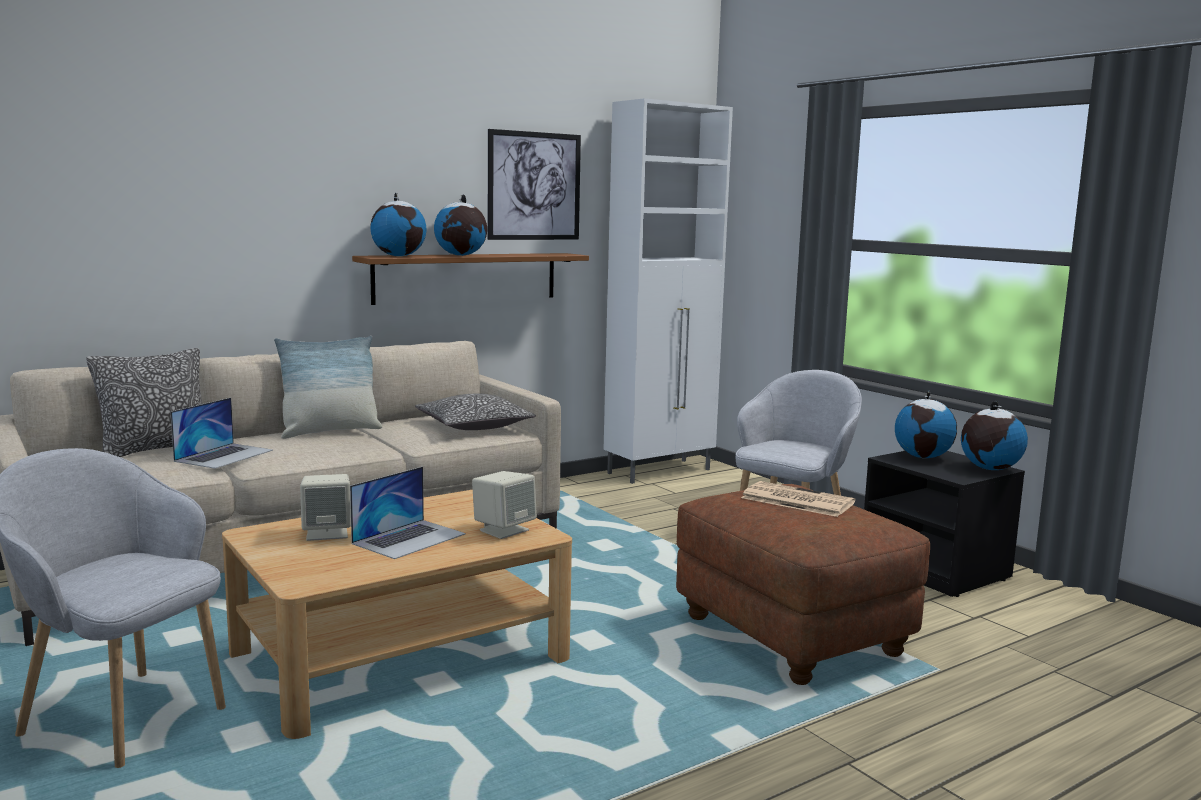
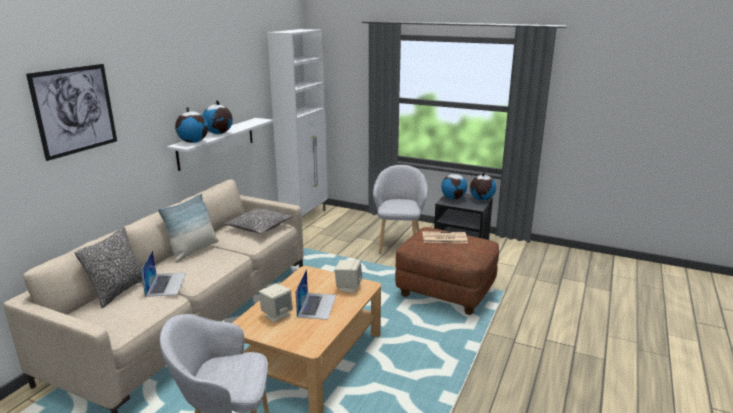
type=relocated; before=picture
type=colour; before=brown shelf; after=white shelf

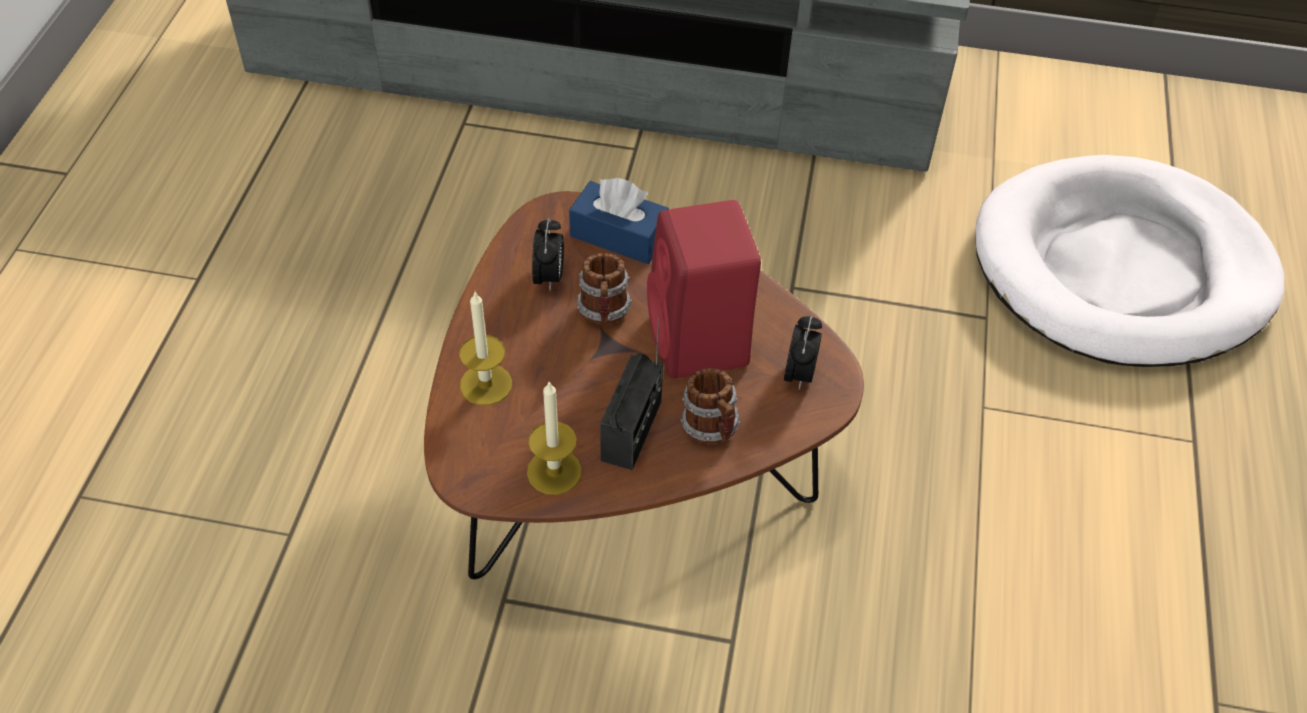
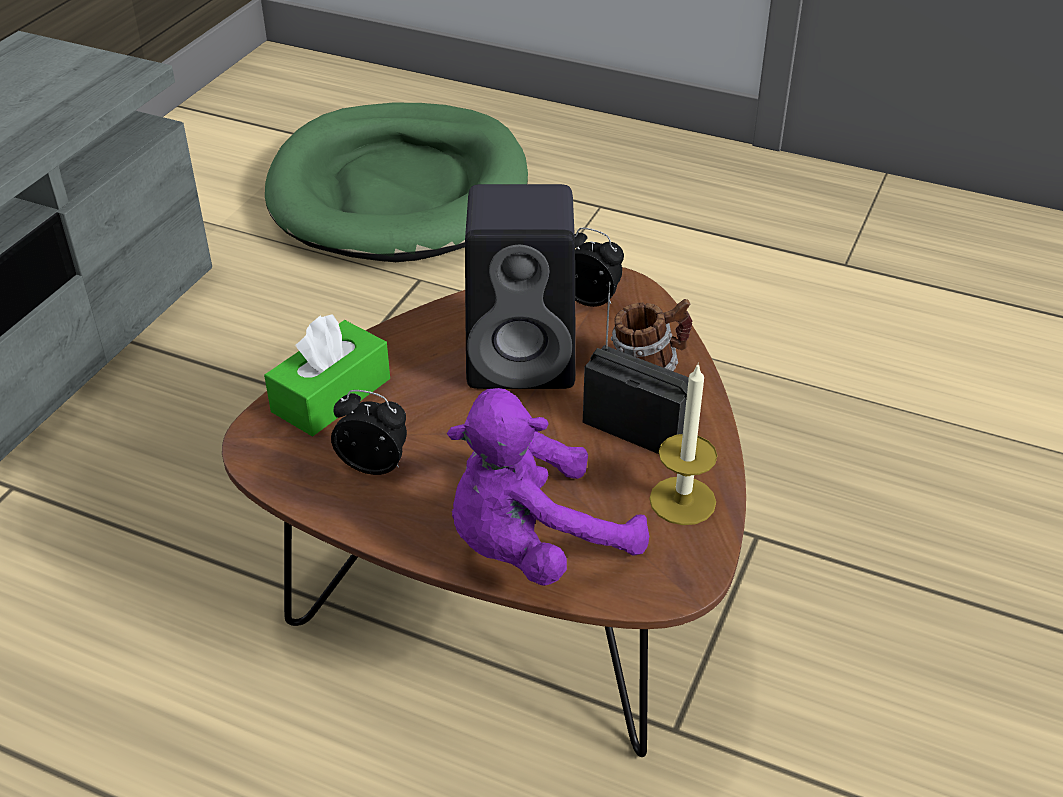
type=colour; before=white dog bed; after=green dog bed
type=colour; before=blue tissue box; after=green tissue box
type=colour; before=red speaker; after=black speaker
type=missing; before=mug (no. 1 from left)
type=exchanged; before=candle (no. 1 from left); after=purple plush toy

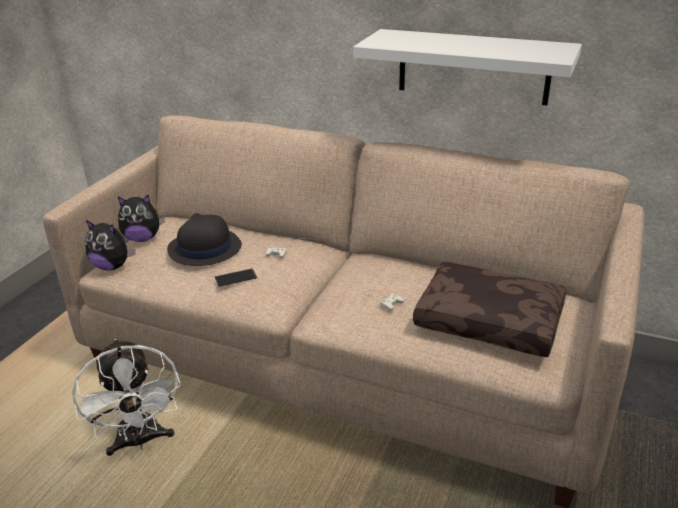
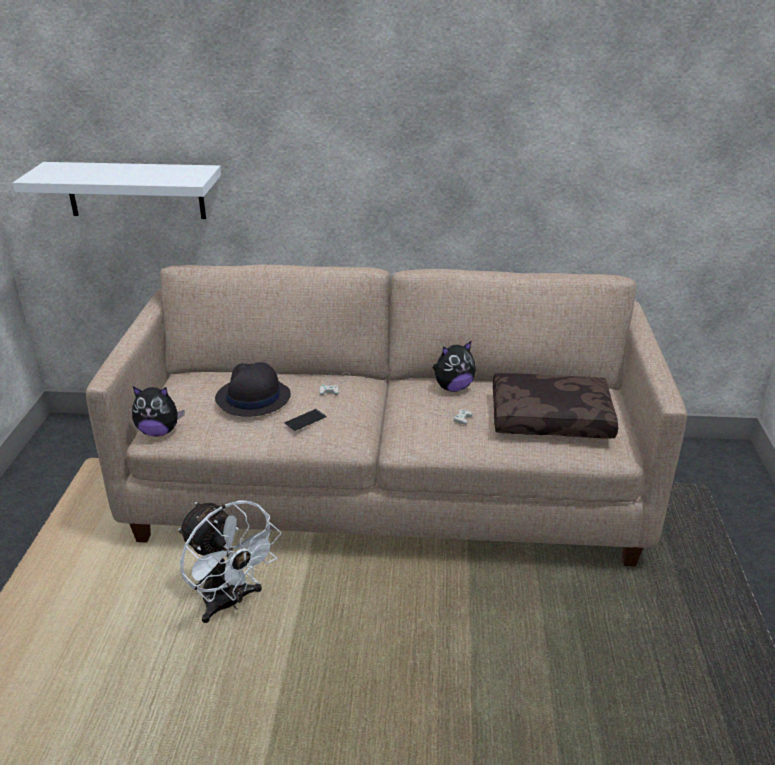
type=relocated; before=white shelf
type=relocated; before=plush toy (no. 2 from left)

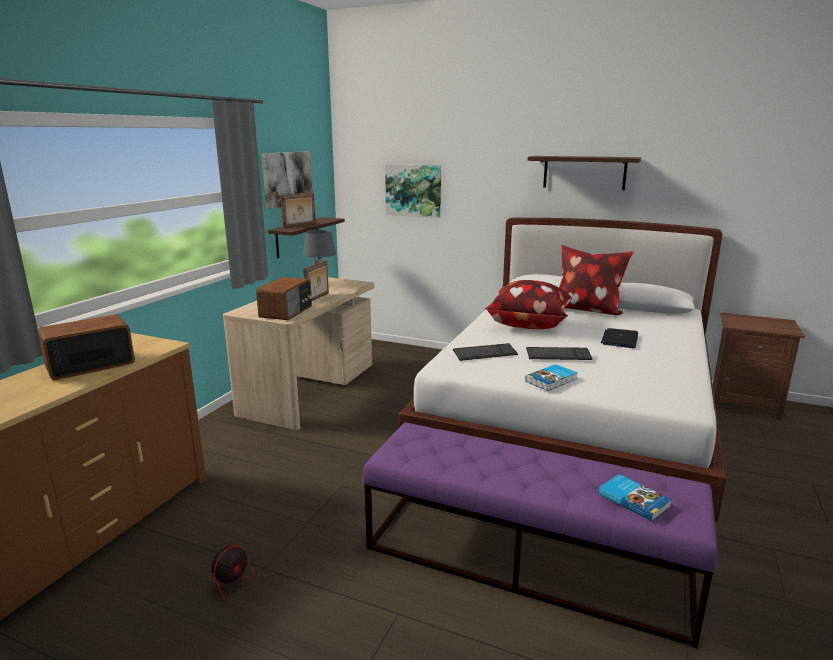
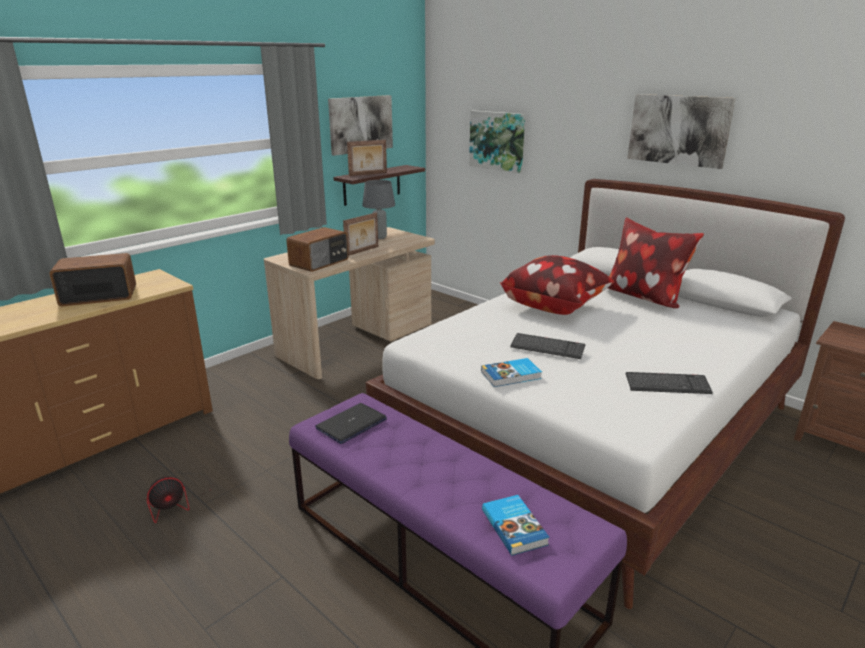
type=exchanged; before=shelf (no. 2 from left); after=picture (no. 3 from left)
type=relocated; before=laptop
type=relocated; before=keyboard (no. 1 from left in the first image); after=keyboard (no. 2 from left)

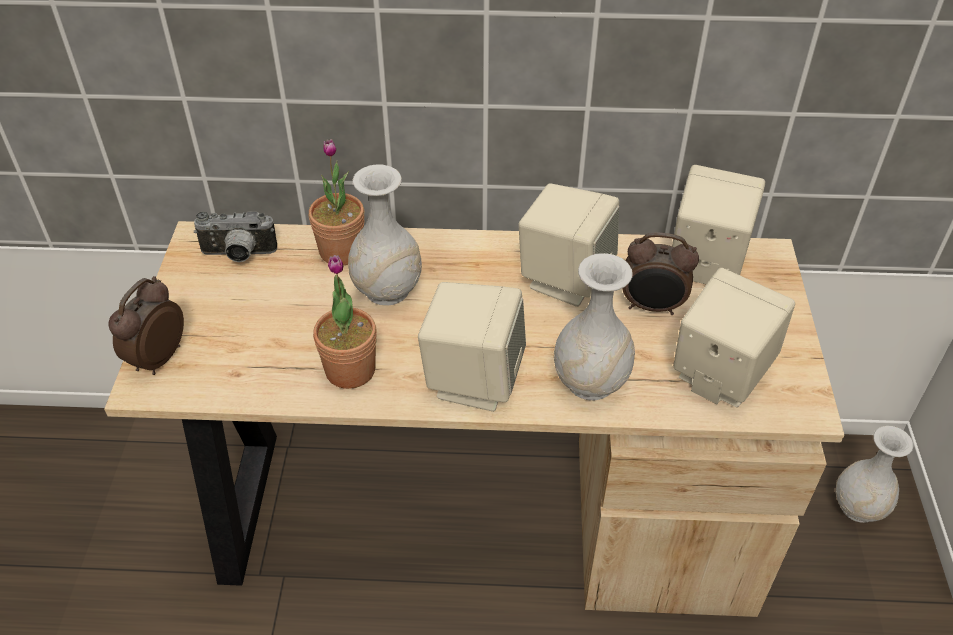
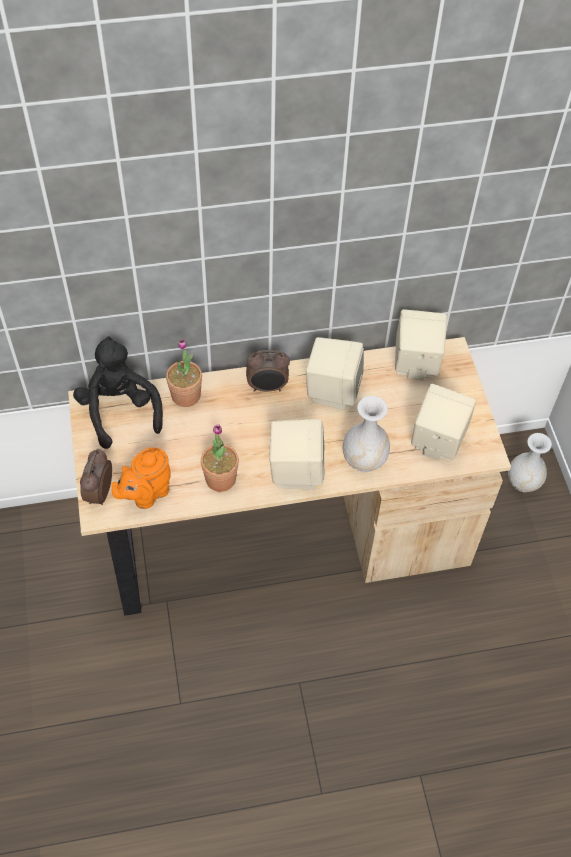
type=missing; before=white vase (no. 1 from left)
type=exchanged; before=photo camera; after=black plush toy
type=relocated; before=alarm clock (no. 2 from left)
type=appeared; after=orange teapot

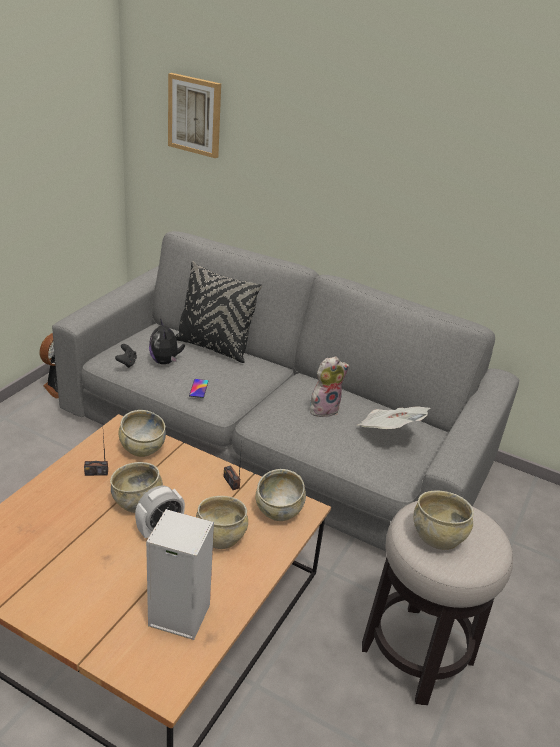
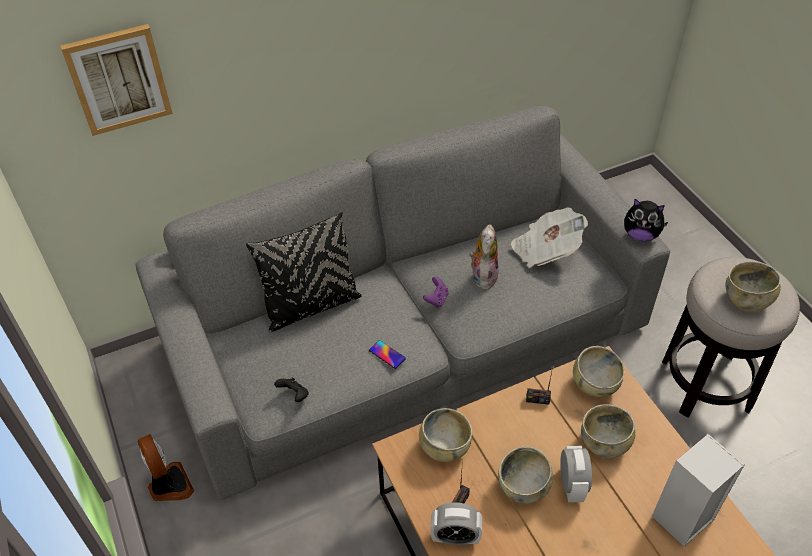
type=relocated; before=plush toy (no. 1 from left in the first image); after=plush toy (no. 2 from left)
type=appeared; after=purple game controller
type=appeared; after=alarm clock (no. 1 from left)

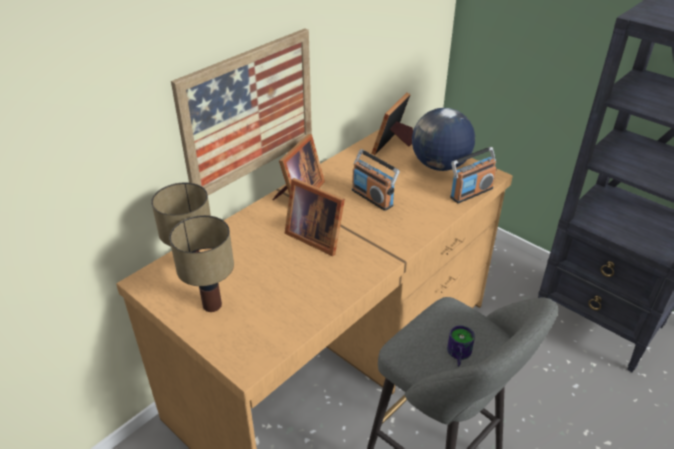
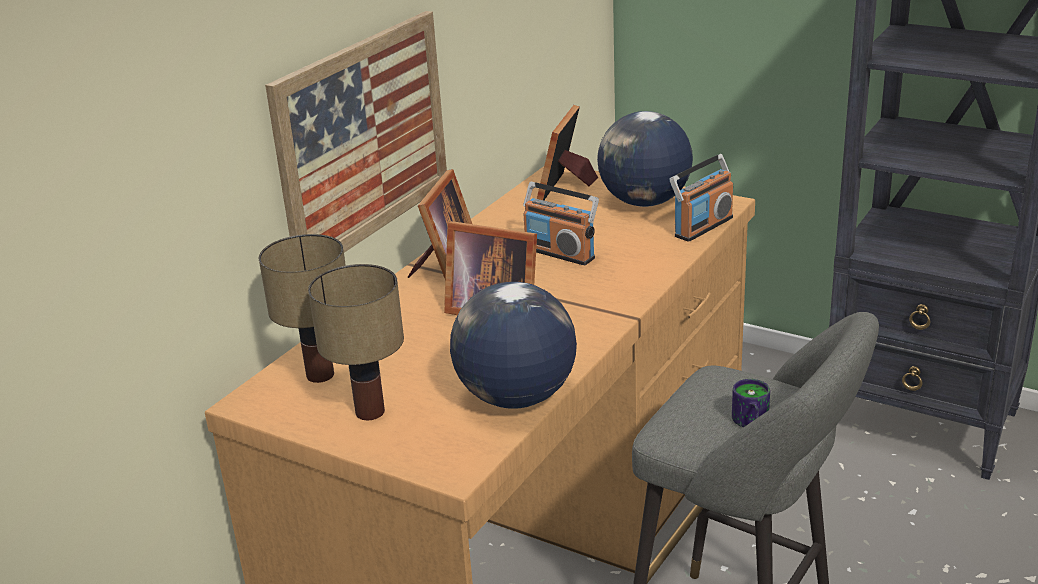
type=appeared; after=globe (no. 1 from left)

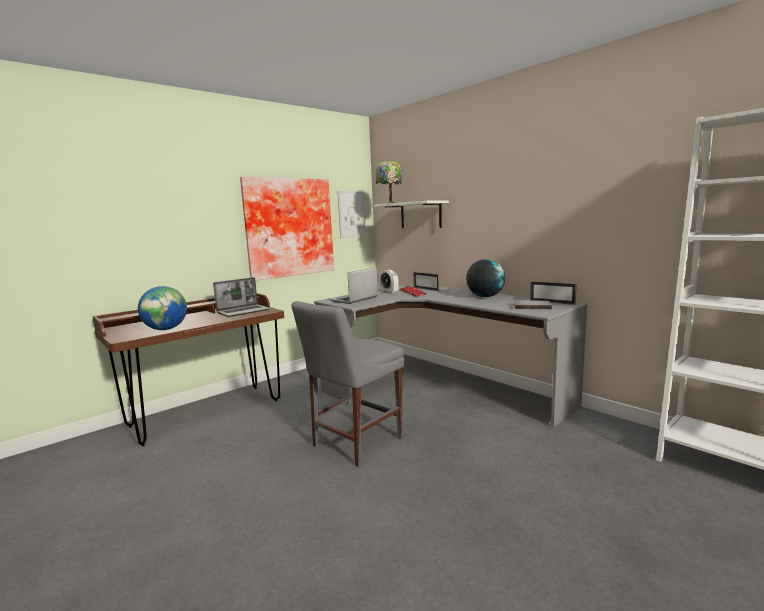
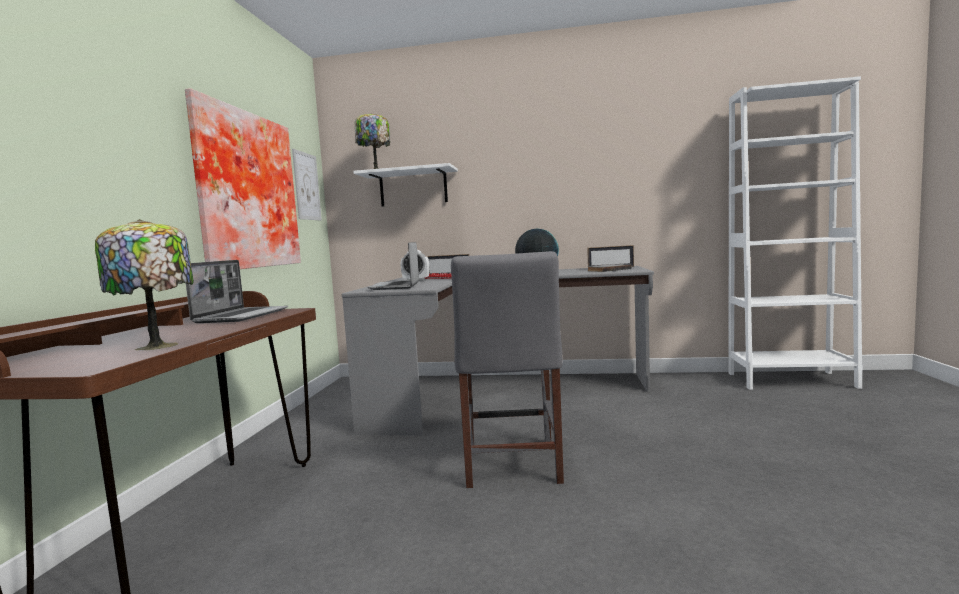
type=exchanged; before=globe (no. 1 from left); after=table lamp (no. 1 from left)

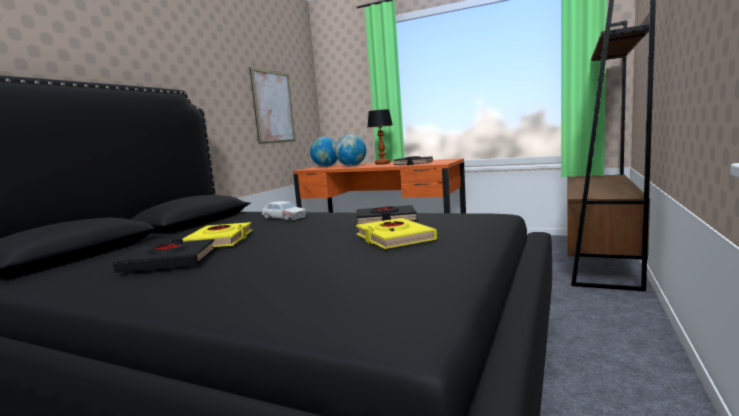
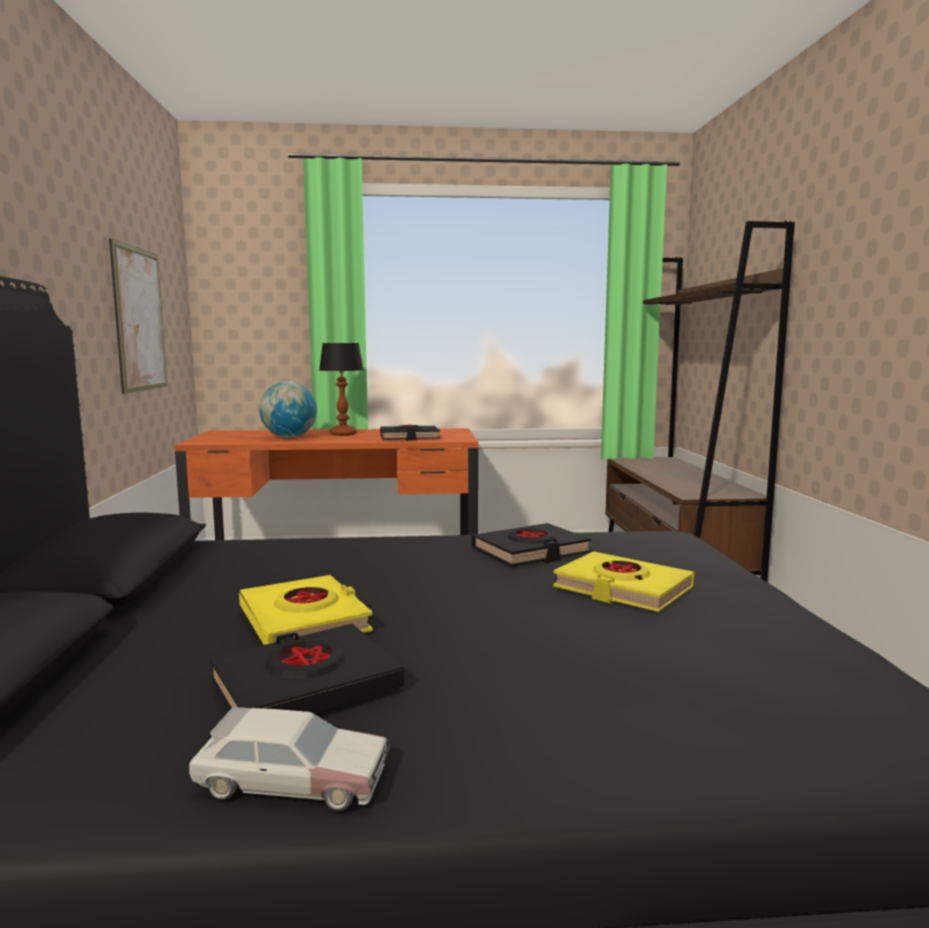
type=missing; before=globe (no. 1 from left)
type=relocated; before=toy car

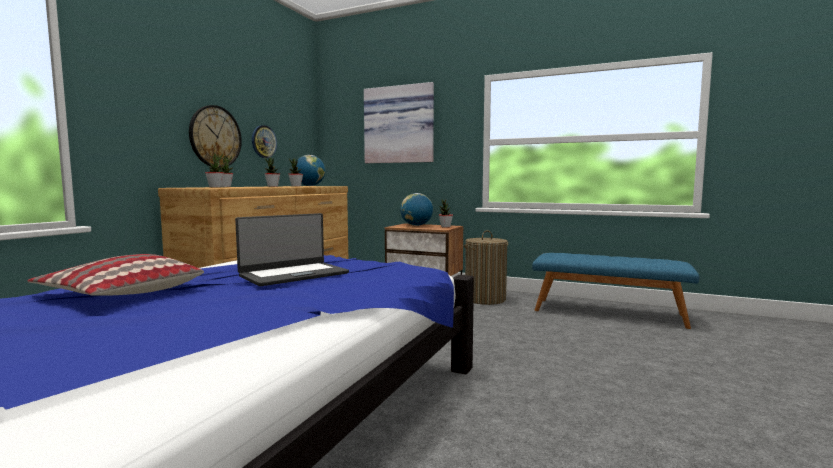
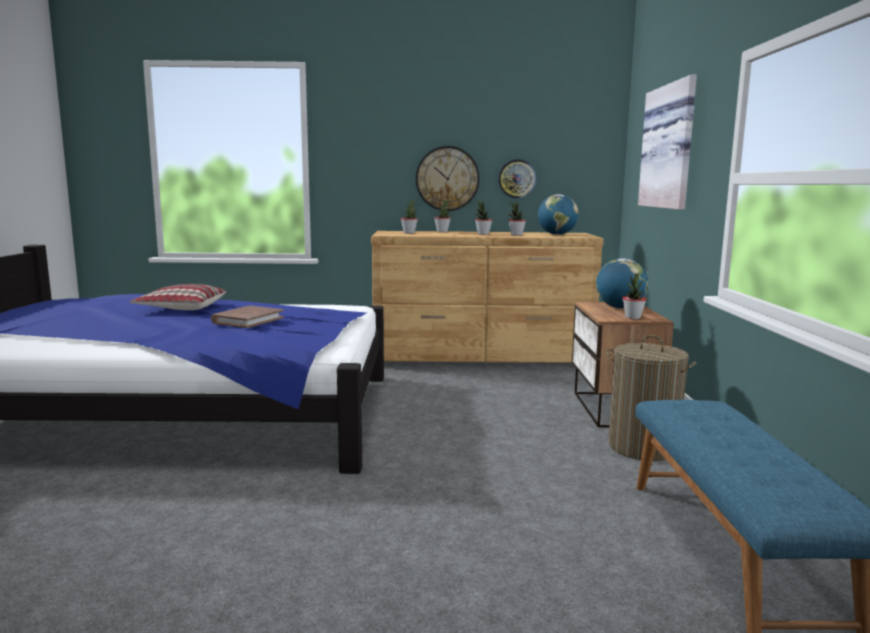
type=exchanged; before=laptop; after=brown book

